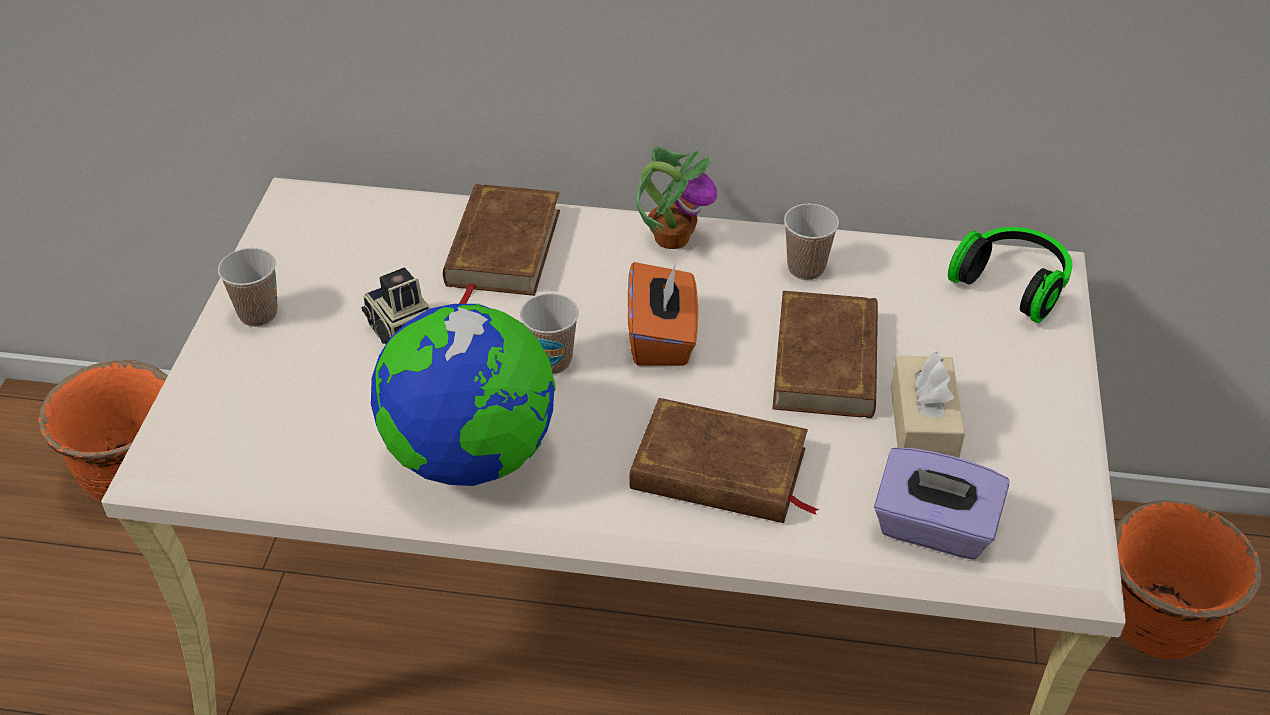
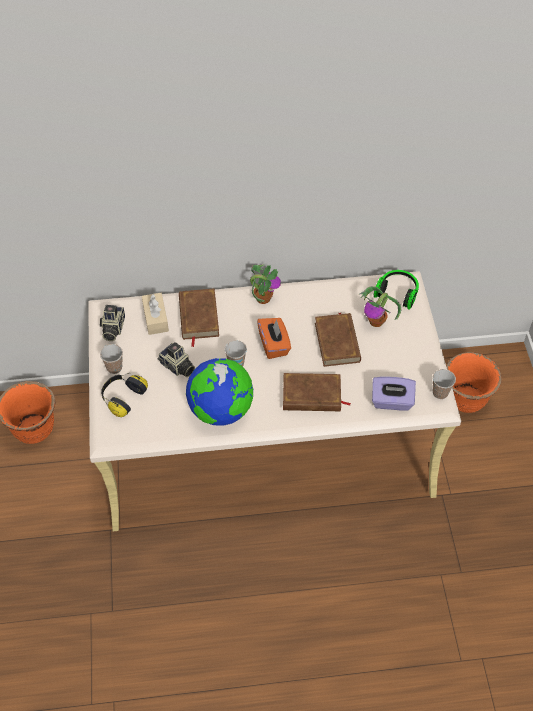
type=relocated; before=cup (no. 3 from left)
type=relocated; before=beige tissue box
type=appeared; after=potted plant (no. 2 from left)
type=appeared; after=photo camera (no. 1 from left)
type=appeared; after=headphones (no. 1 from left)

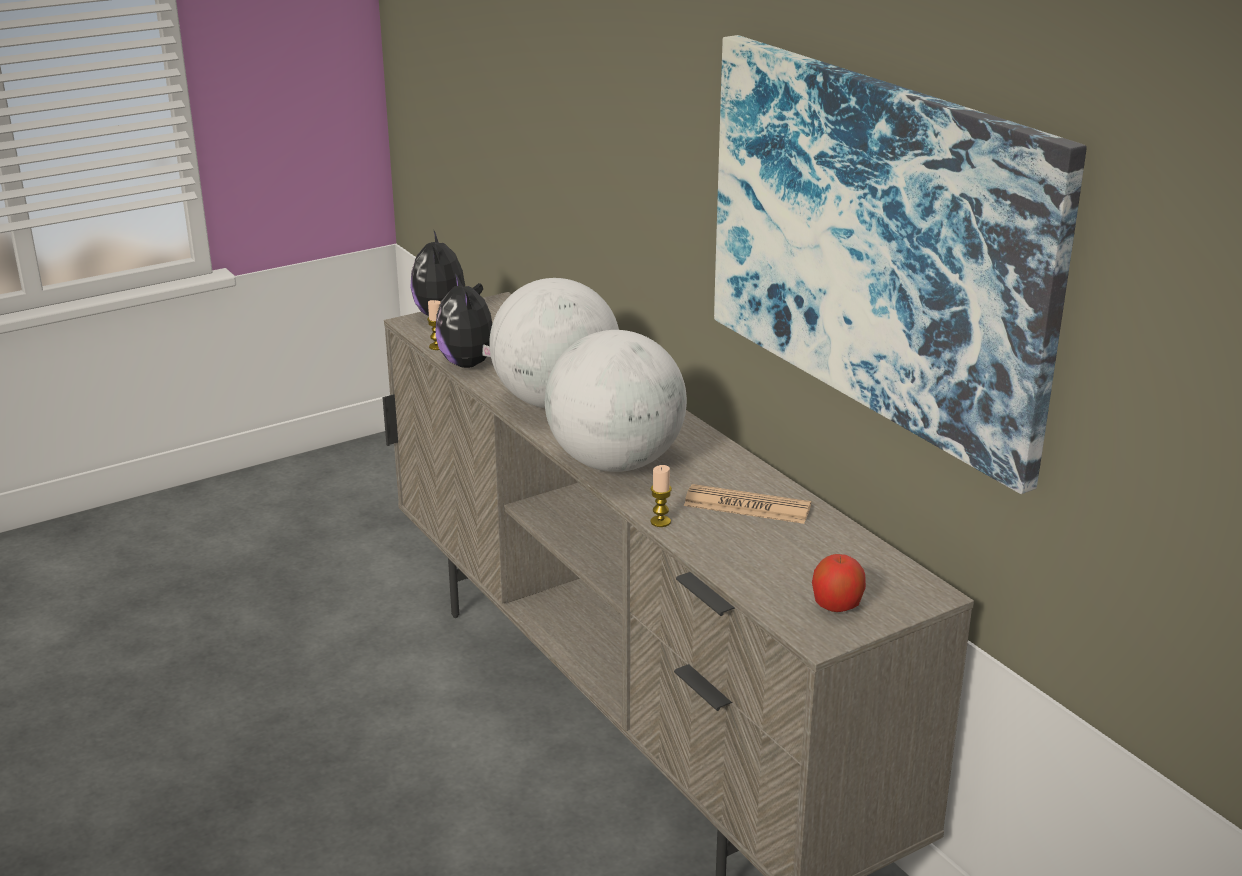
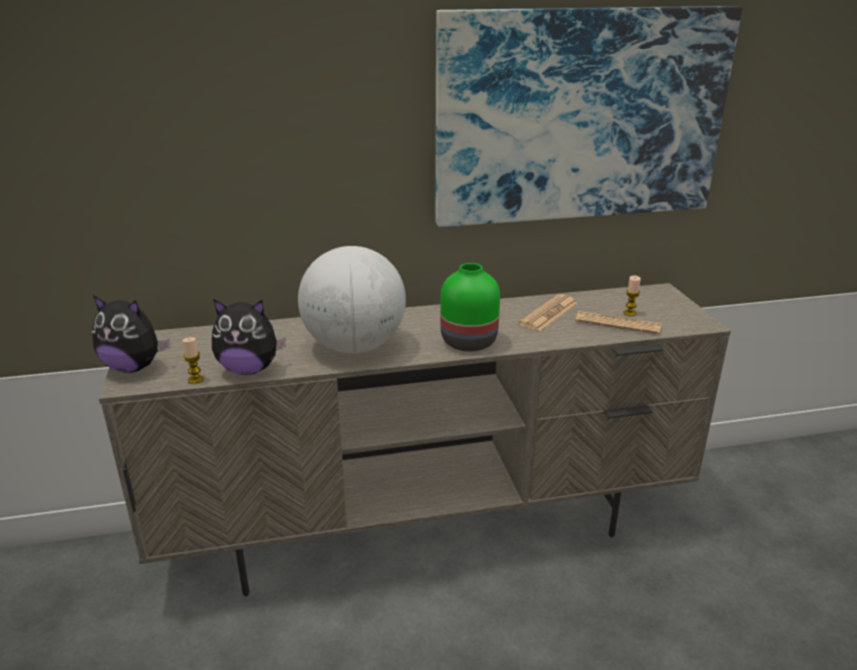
type=exchanged; before=globe (no. 2 from left); after=green vase
type=relocated; before=candle (no. 2 from left)
type=missing; before=apple
type=appeared; after=newspaper (no. 2 from left)

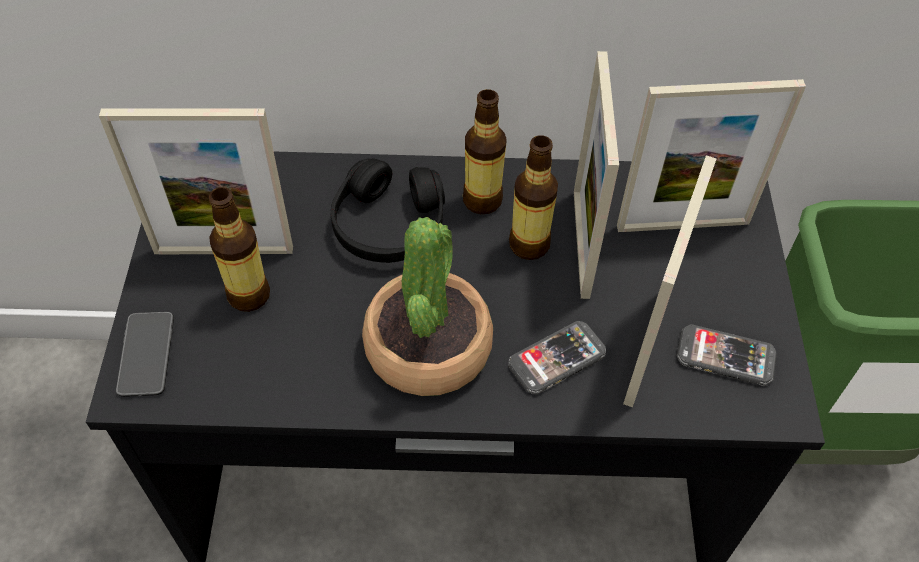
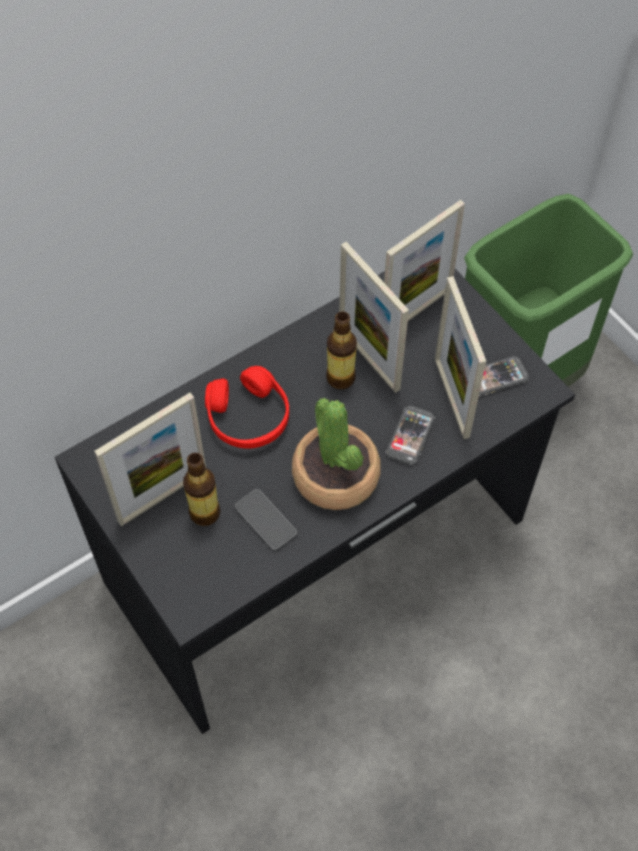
type=missing; before=bottle (no. 2 from left)
type=colour; before=black headphones; after=red headphones
type=relocated; before=phone (no. 1 from left)

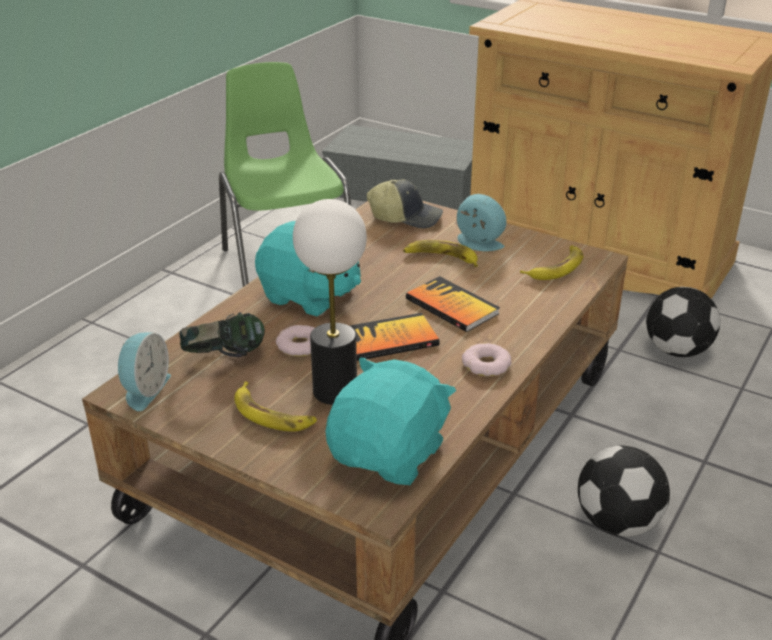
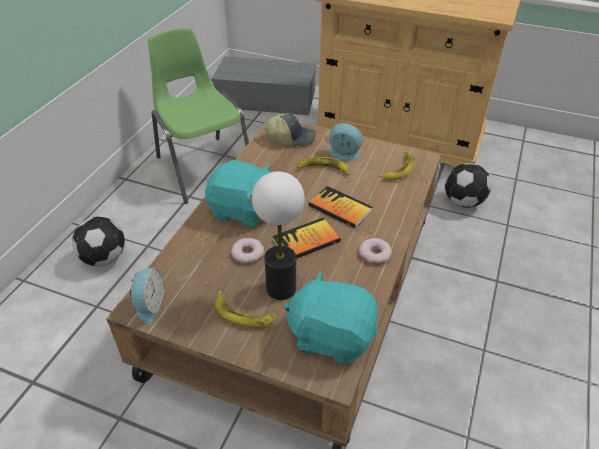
type=missing; before=headphones
type=spun; before=turquoise plush toy (no. 2 from left); turn=-90
type=relocated; before=football (no. 1 from left)

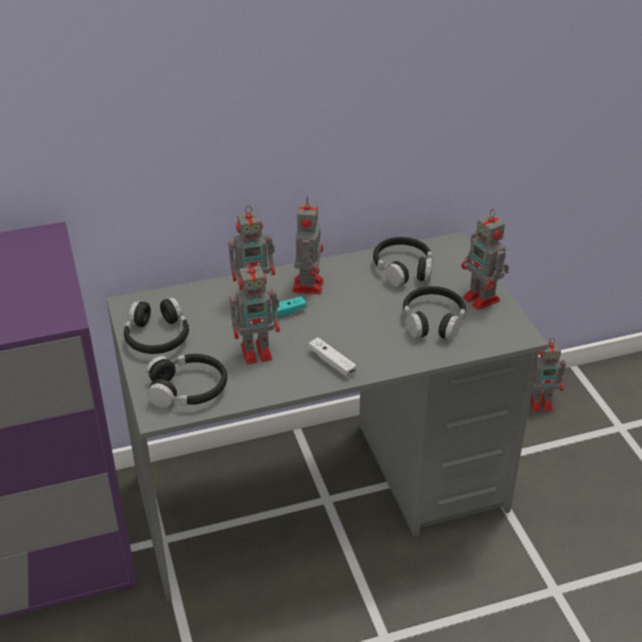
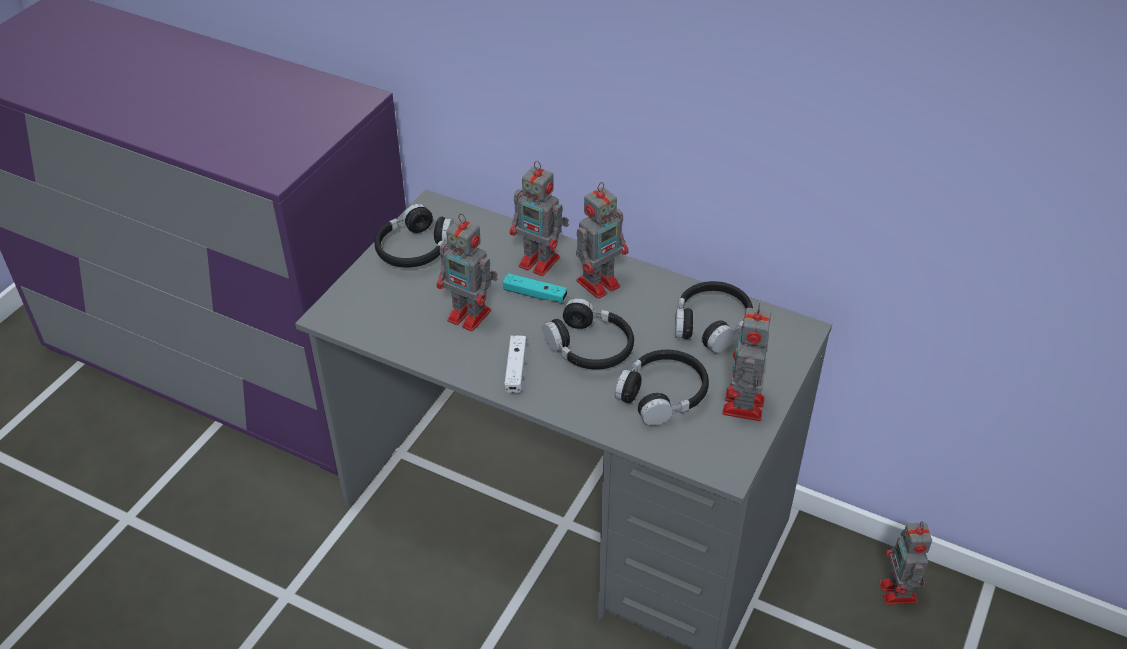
type=spun; before=toy robot (no. 5 from left); turn=45
type=relocated; before=black headphones (no. 2 from left)

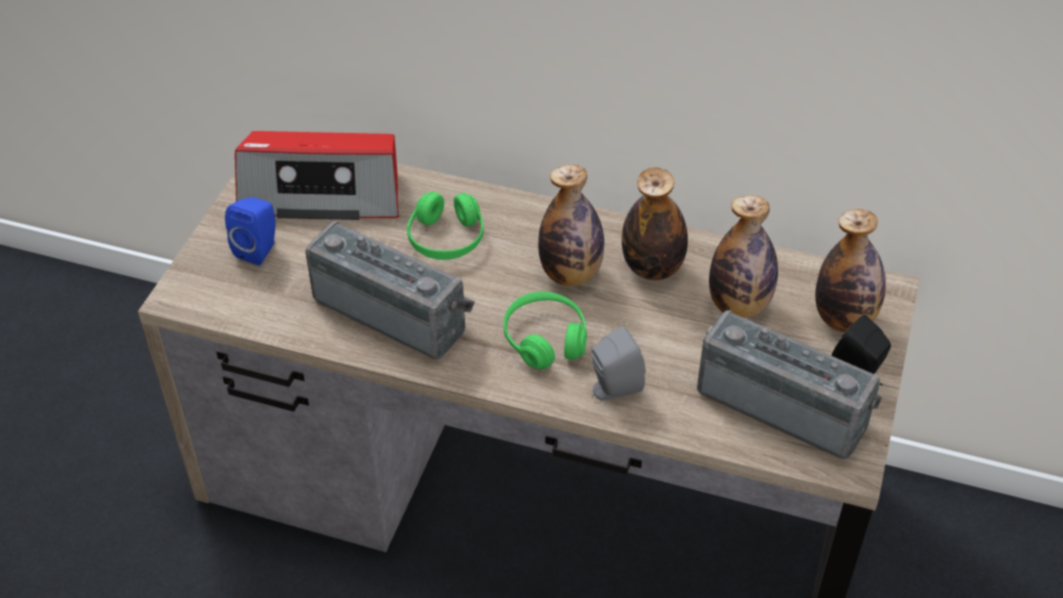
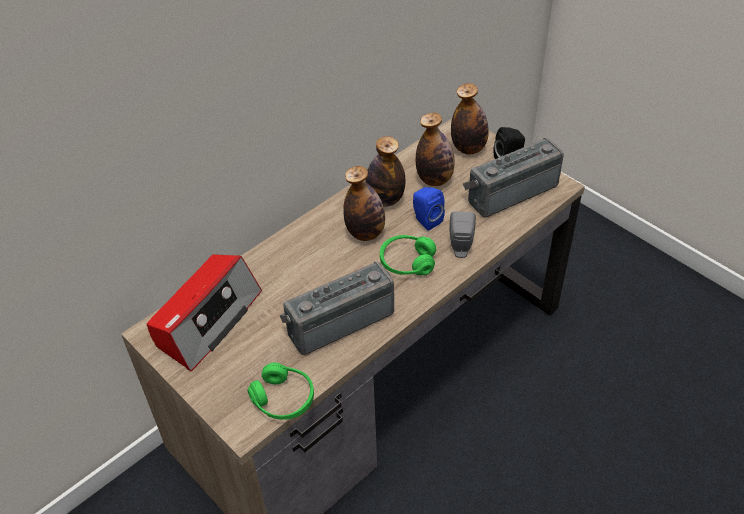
type=relocated; before=green headphones (no. 1 from left)
type=relocated; before=blue speaker

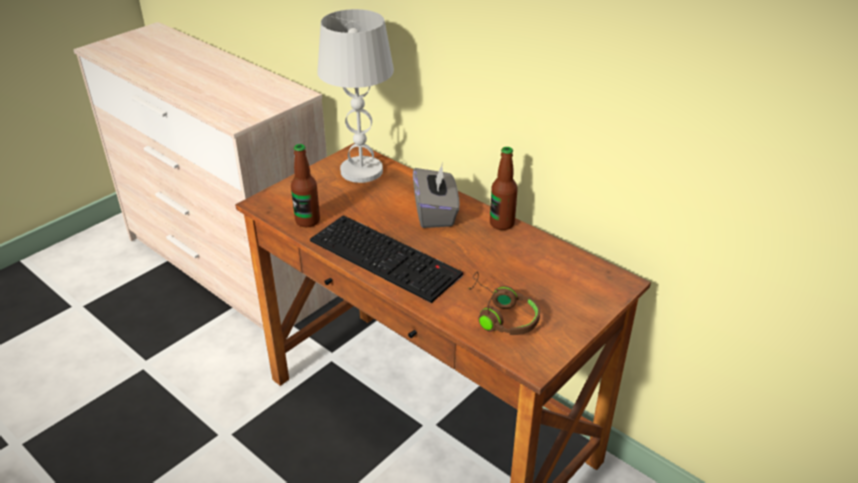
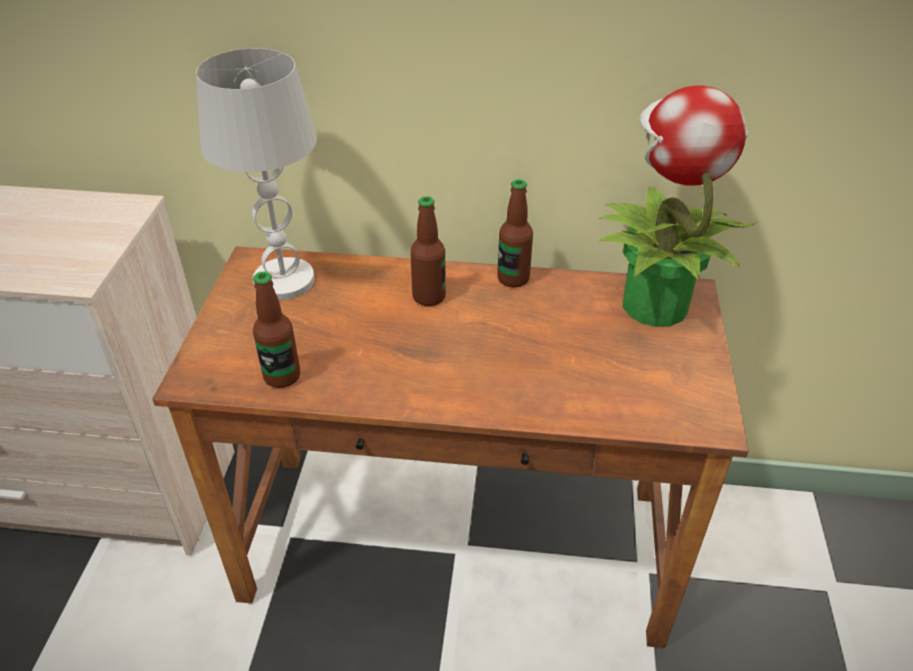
type=exchanged; before=grey tissue box; after=bottle (no. 2 from left)
type=missing; before=keyboard
type=missing; before=brown headphones
type=appeared; after=potted plant

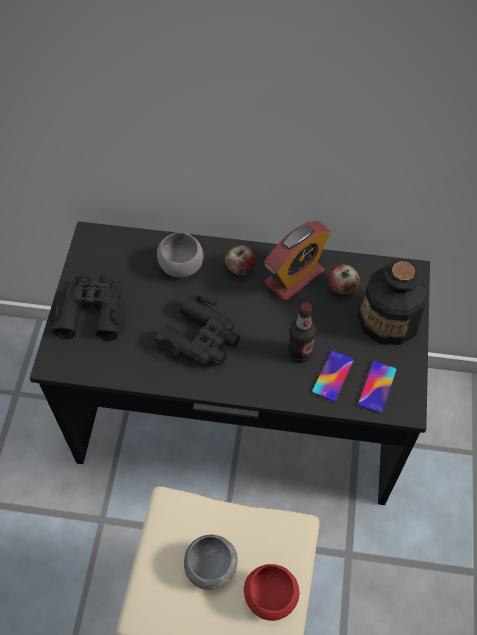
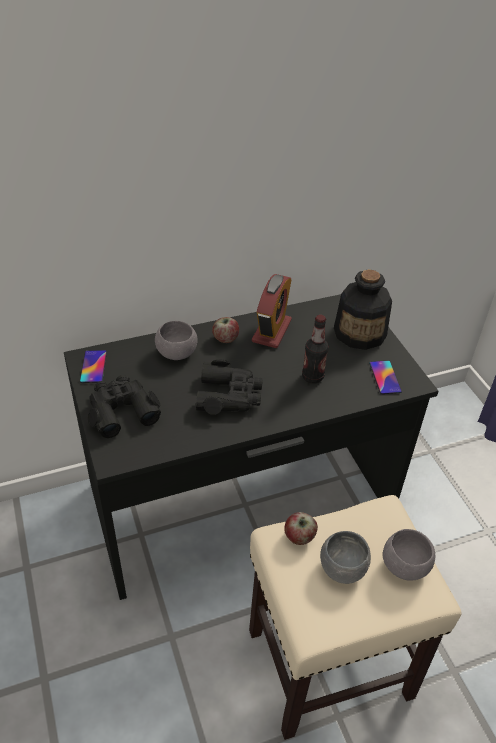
type=relocated; before=apple (no. 2 from left)
type=relocated; before=phone (no. 1 from left)
type=colour; before=red bowl; after=grey bowl (no. 3 from left)

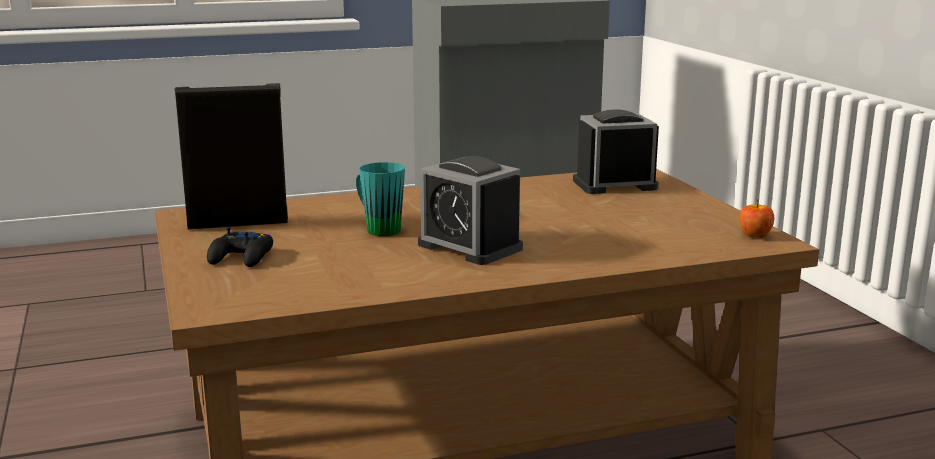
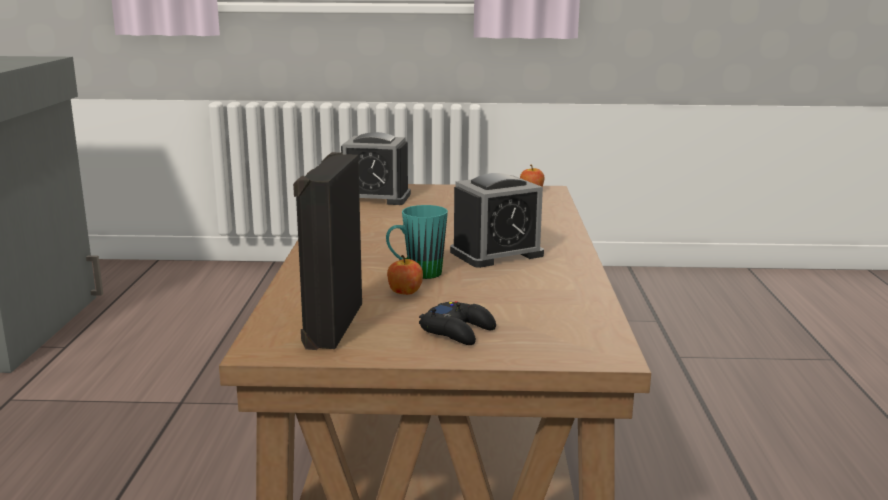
type=spun; before=alarm clock (no. 2 from left in the first image); turn=-90
type=appeared; after=apple (no. 1 from left)

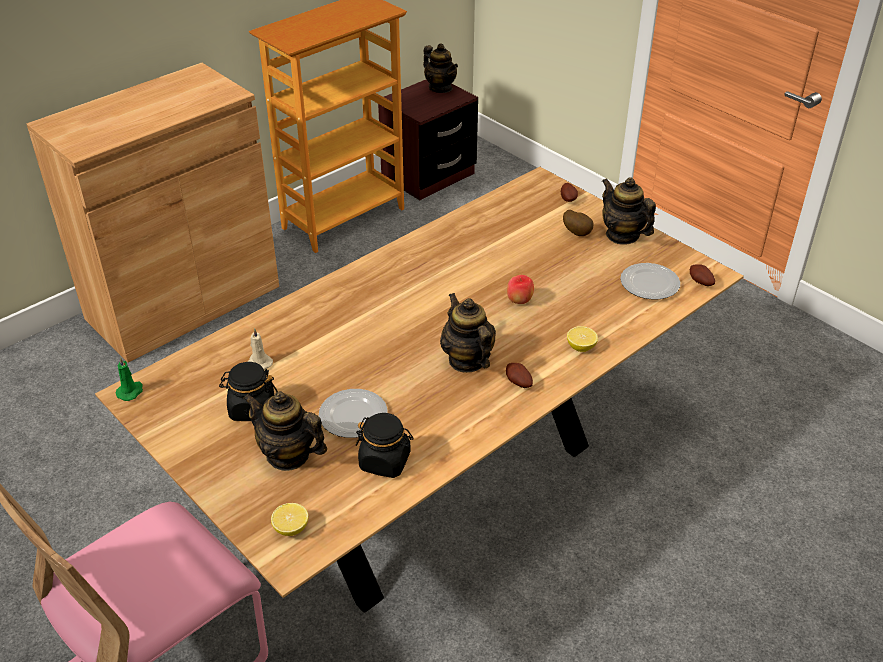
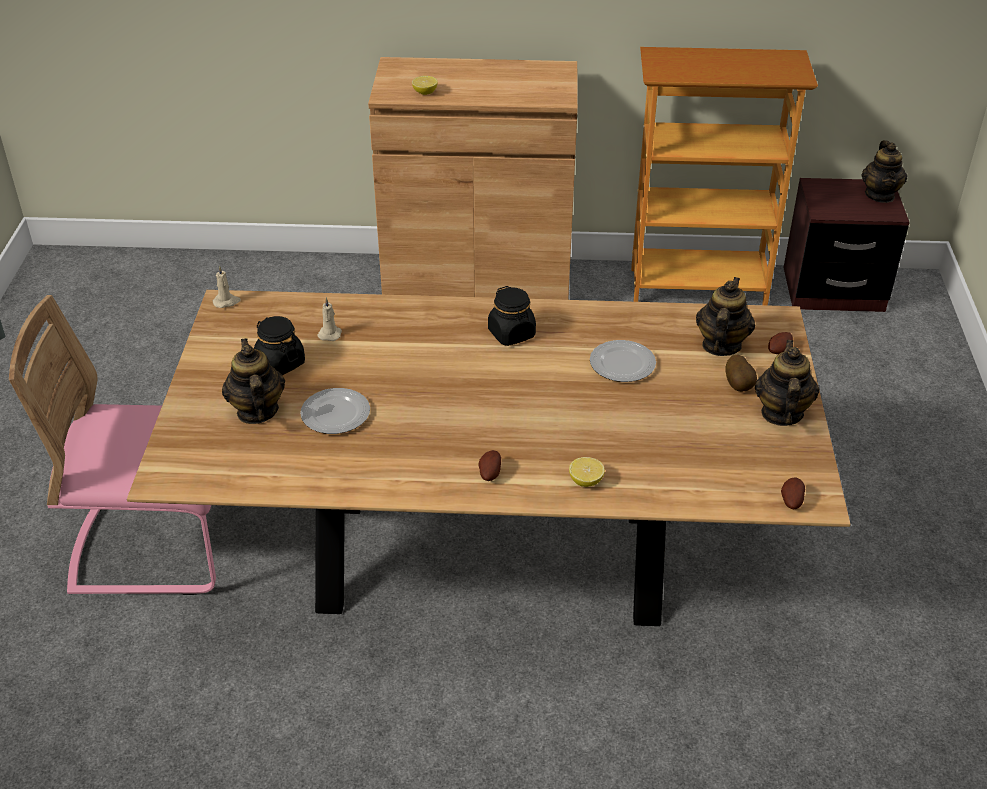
type=relocated; before=plate (no. 2 from left)
type=missing; before=apple
type=relocated; before=teapot (no. 3 from left in the first image); after=teapot (no. 2 from left)
type=colour; before=green candle; after=beige candle (no. 1 from left)
type=relocated; before=black jar (no. 2 from left)
type=relocated; before=lemon (no. 1 from left)

